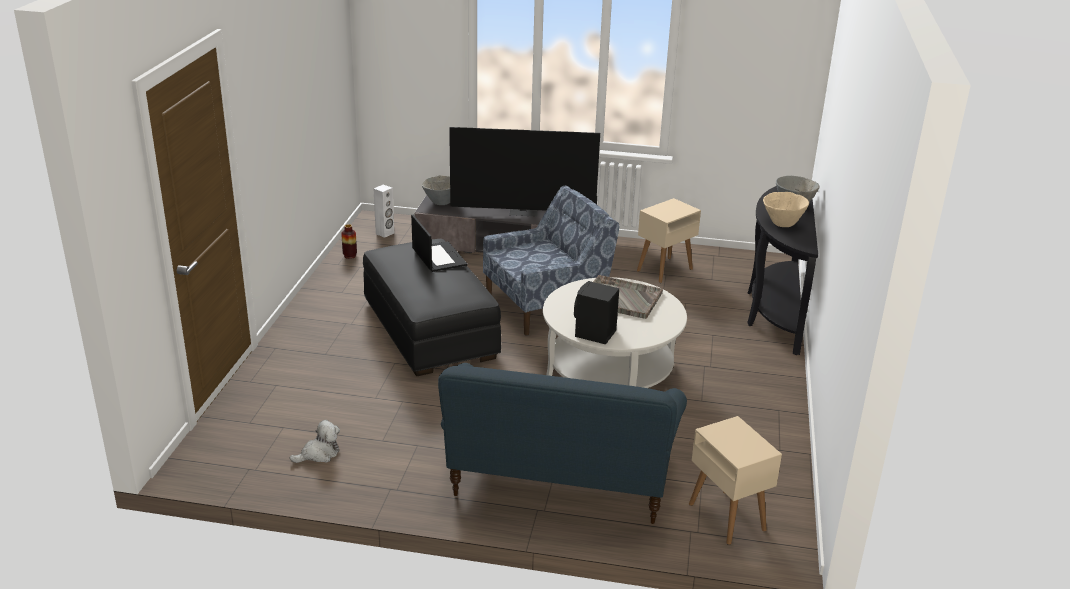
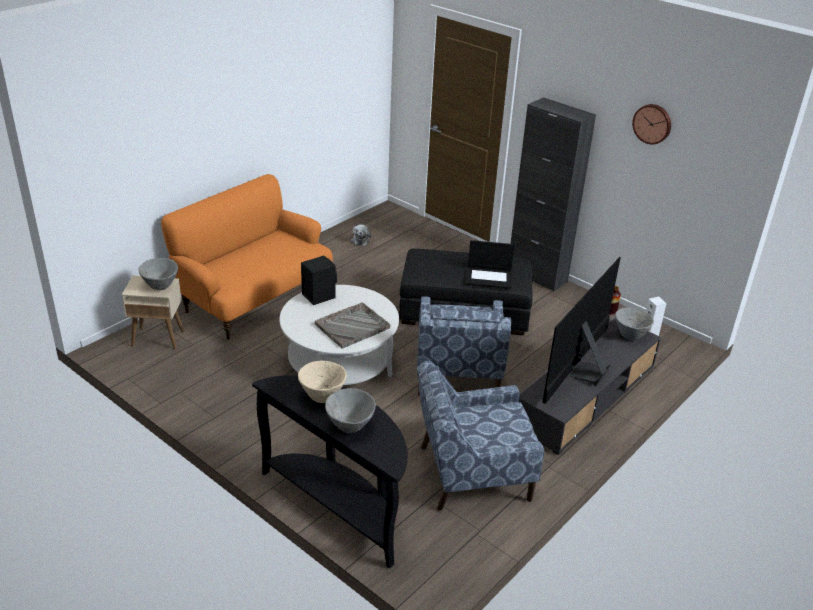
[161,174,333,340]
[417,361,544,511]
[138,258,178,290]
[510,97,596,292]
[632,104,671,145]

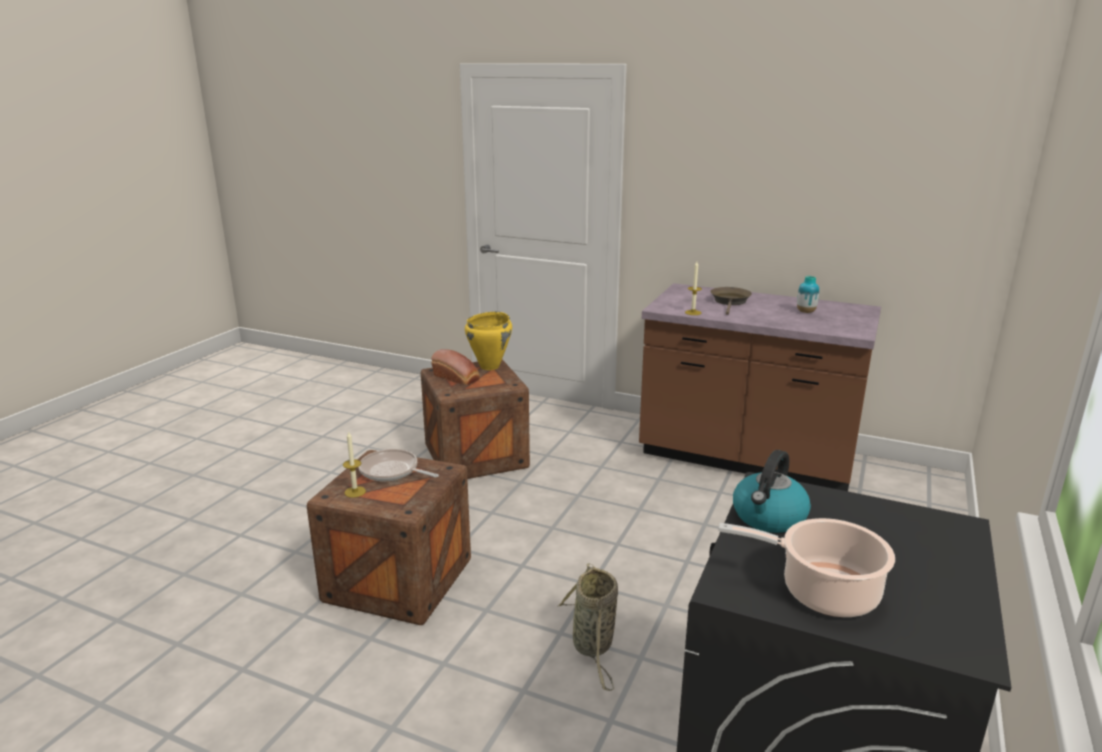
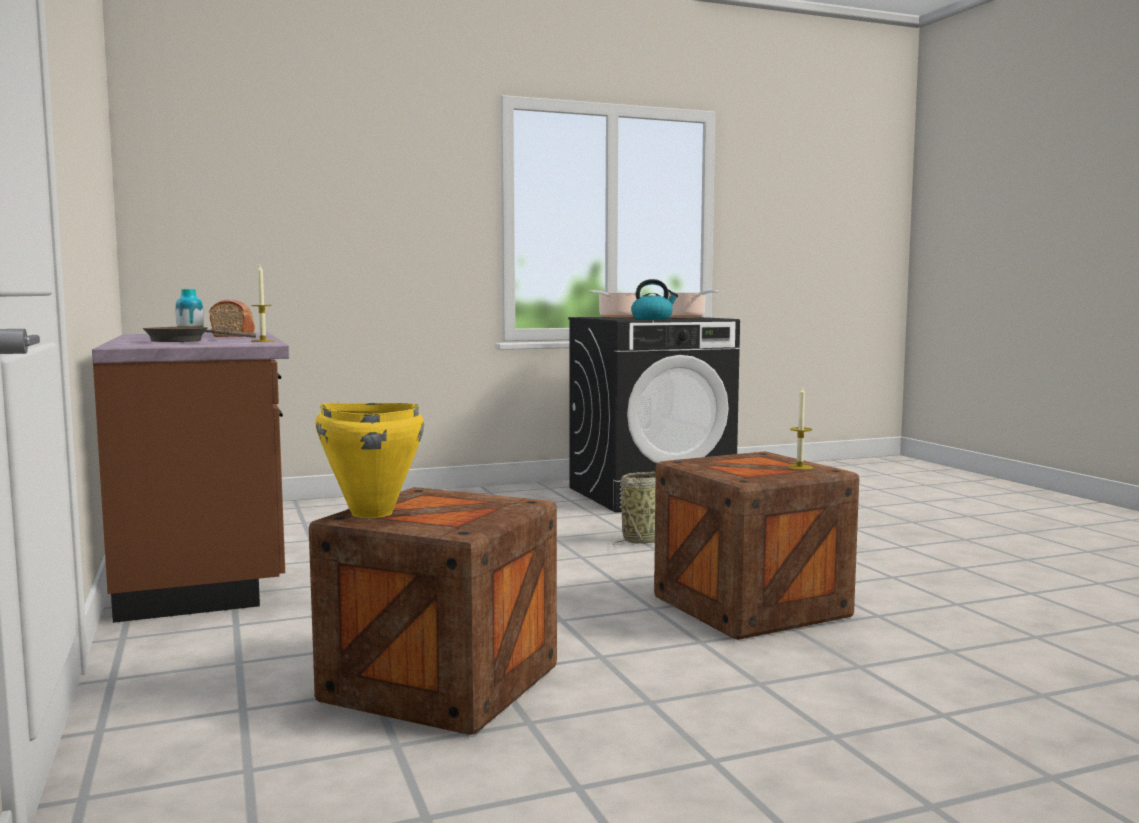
[358,449,439,481] (first image)
[209,300,255,337]
[589,290,636,317]

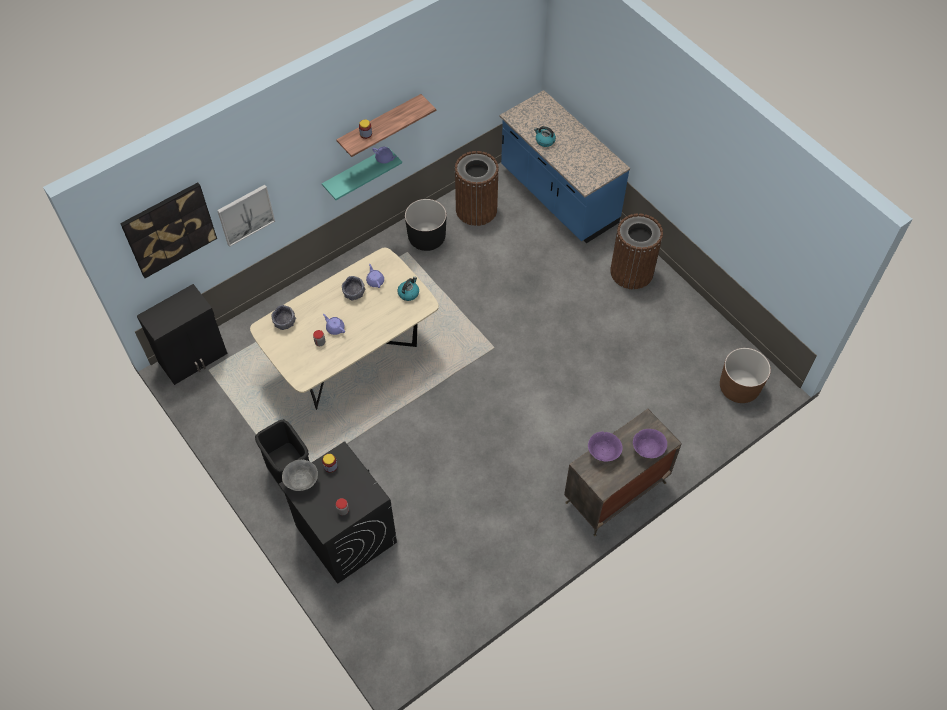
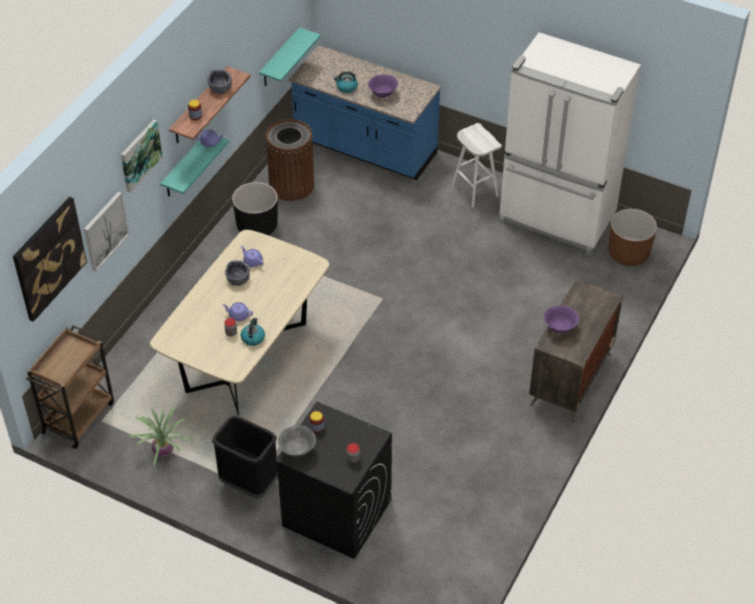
[26,325,114,449]
[207,69,232,94]
[241,318,265,346]
[451,123,502,208]
[368,74,398,98]
[121,120,163,193]
[129,406,194,467]
[259,27,321,86]
[499,32,641,255]

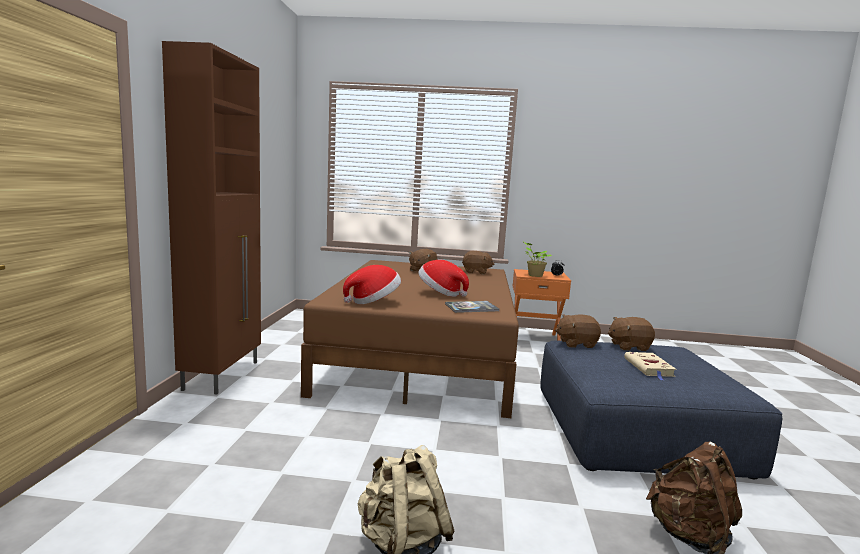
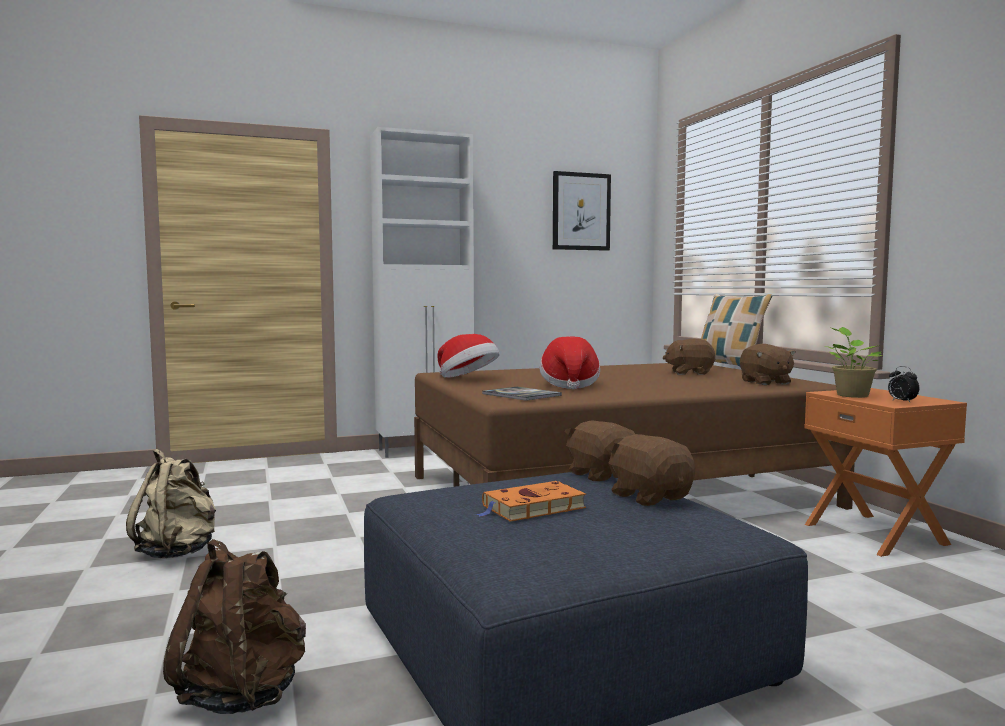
[370,127,474,458]
[476,481,586,522]
[553,171,611,251]
[701,294,772,367]

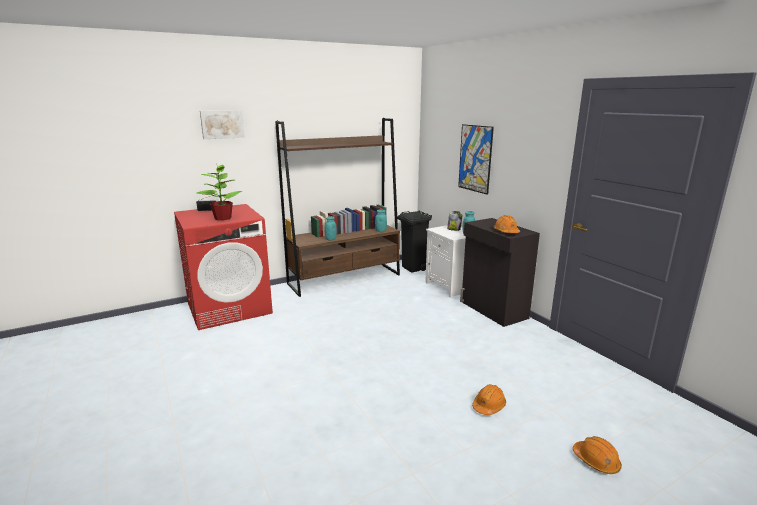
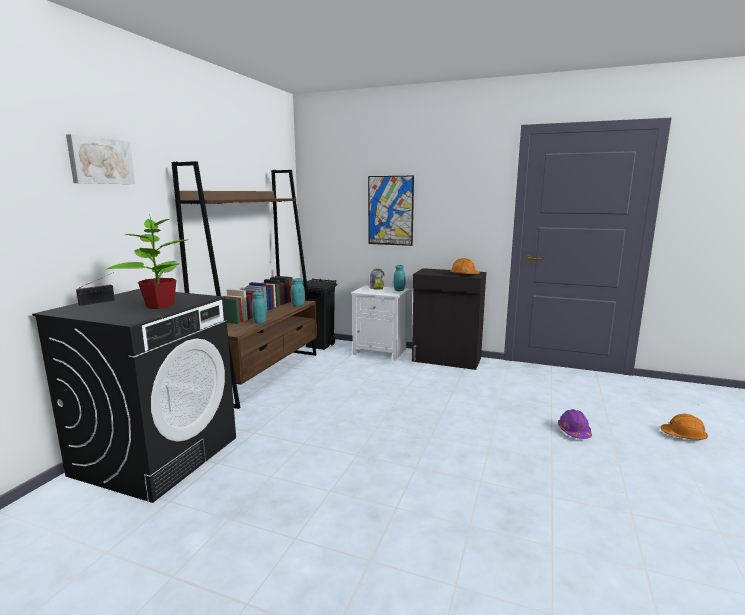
[32,289,236,503]
[558,409,592,439]

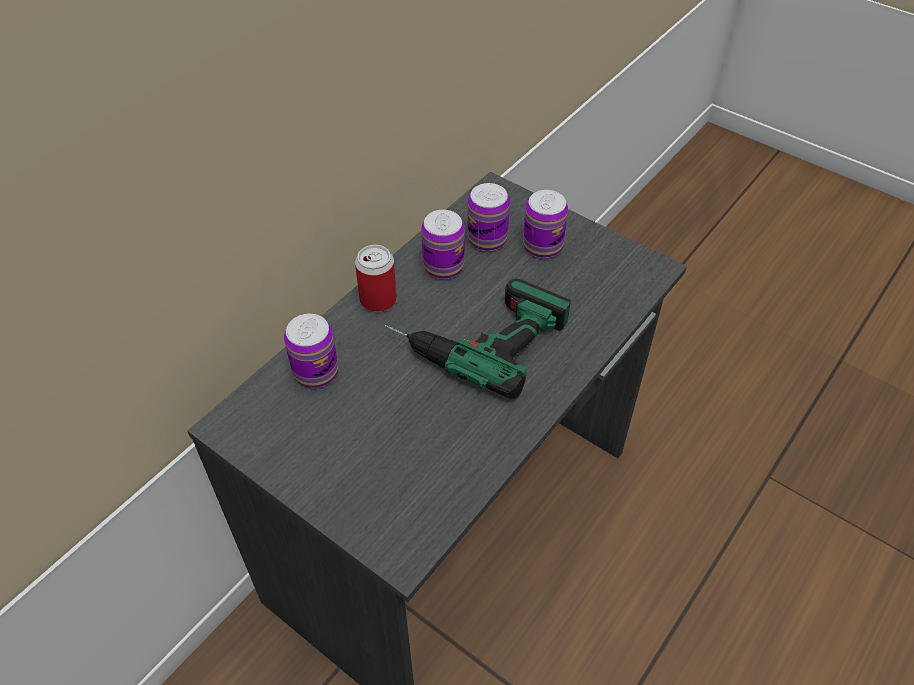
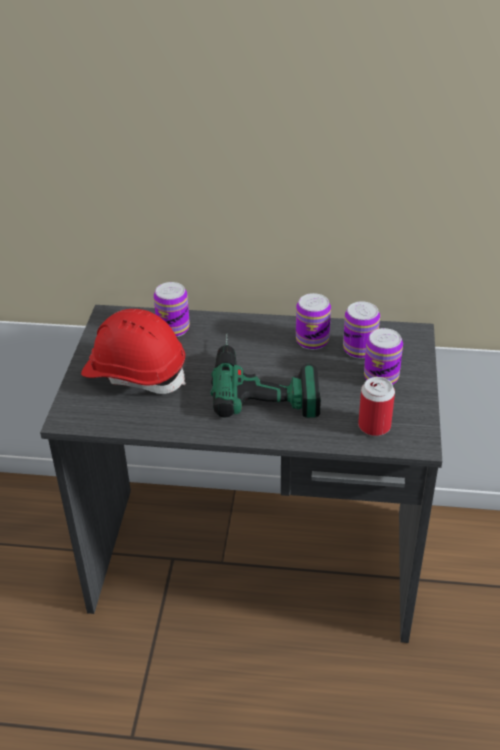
[358,377,395,436]
[81,309,186,394]

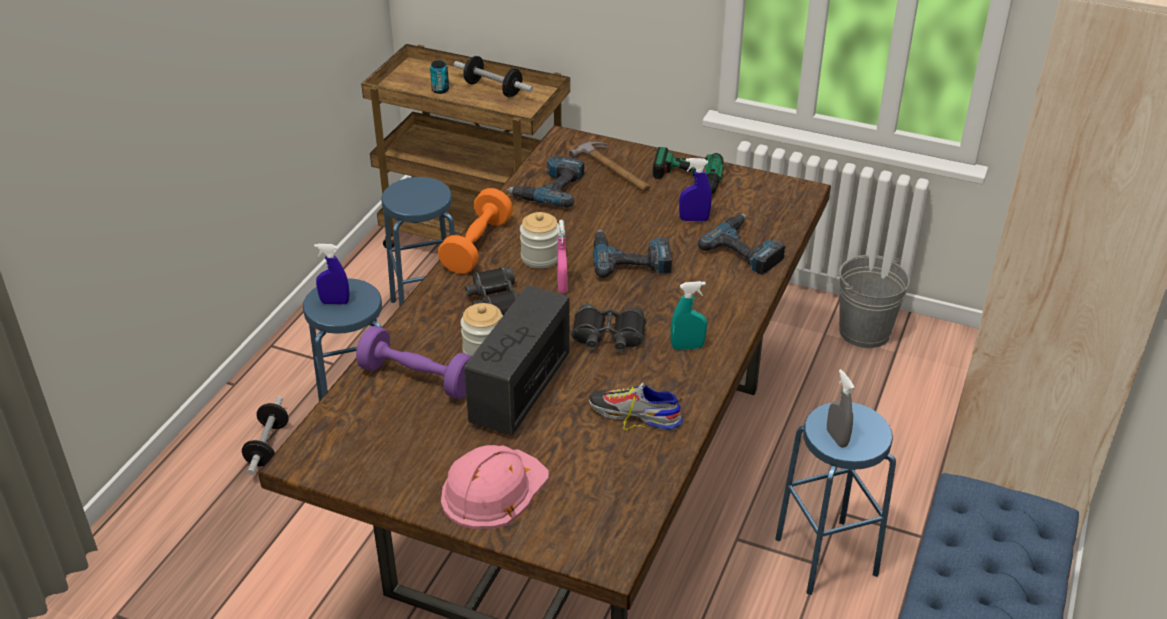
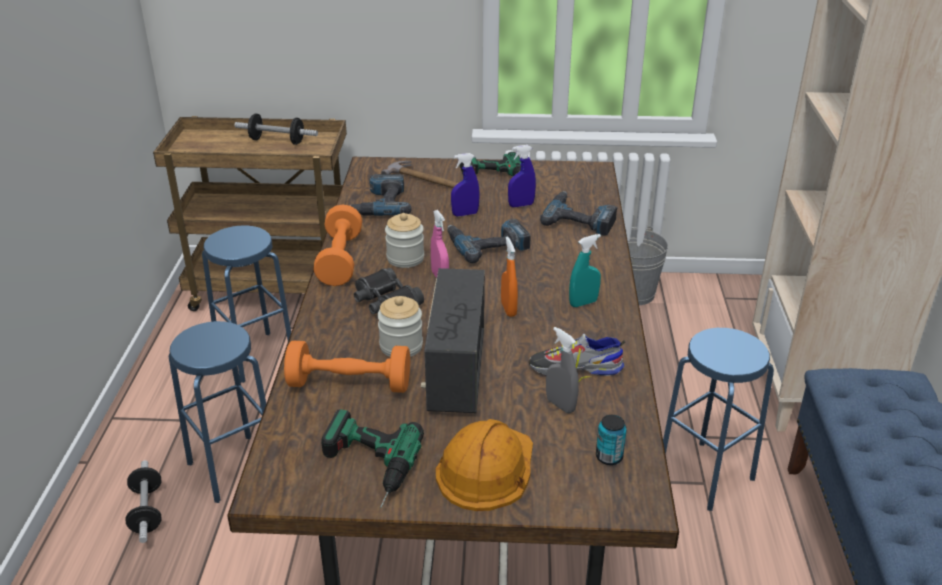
[451,153,480,216]
[284,341,410,393]
[596,415,627,465]
[436,419,533,511]
[501,236,518,317]
[546,327,579,414]
[321,409,424,508]

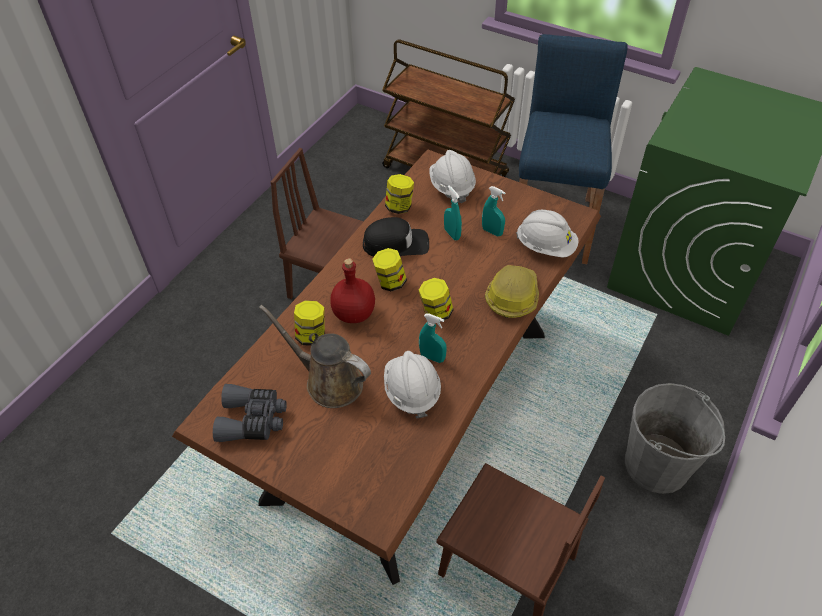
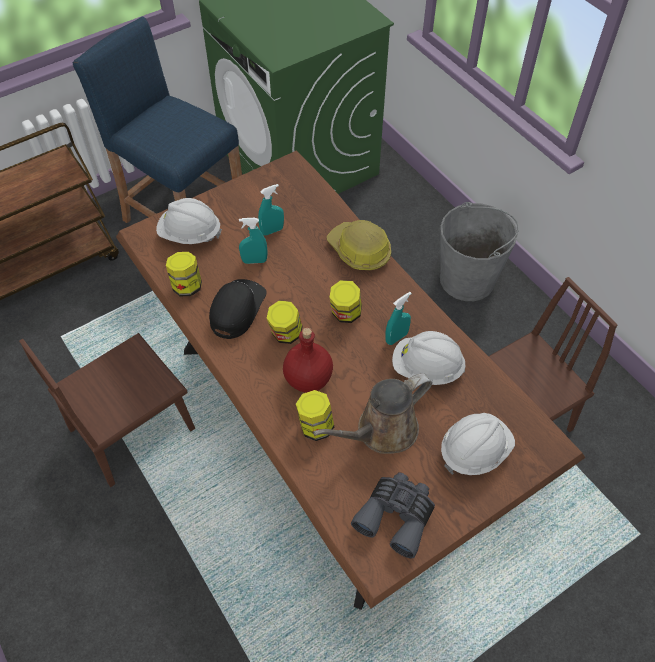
[441,413,515,475]

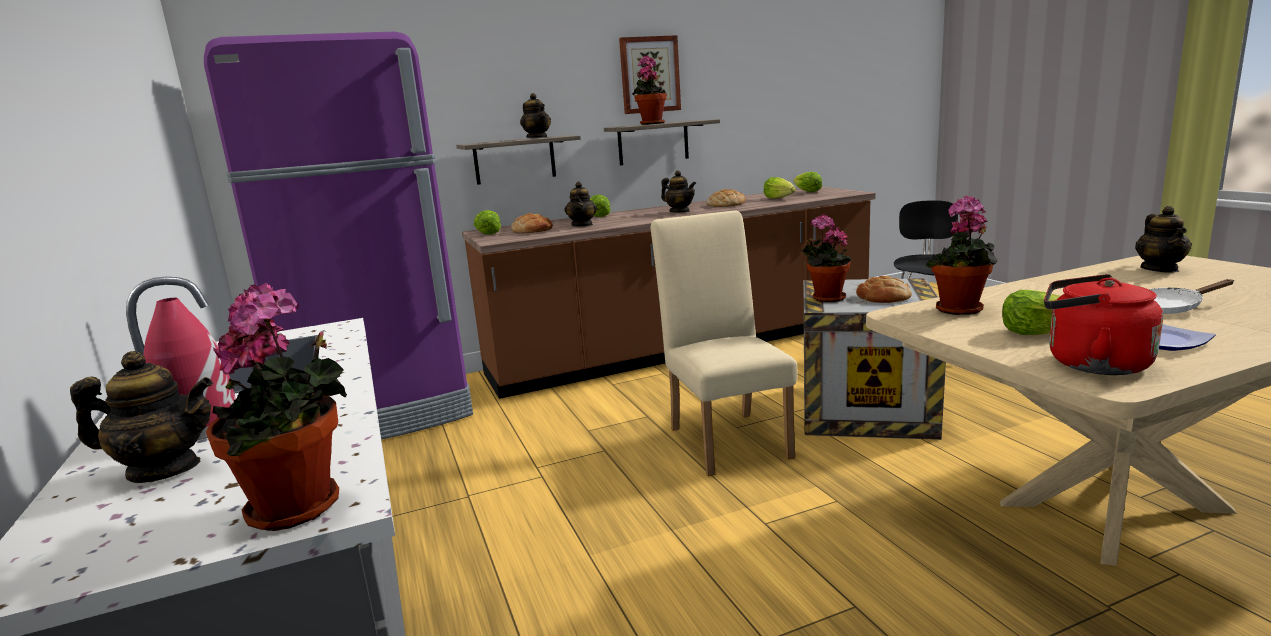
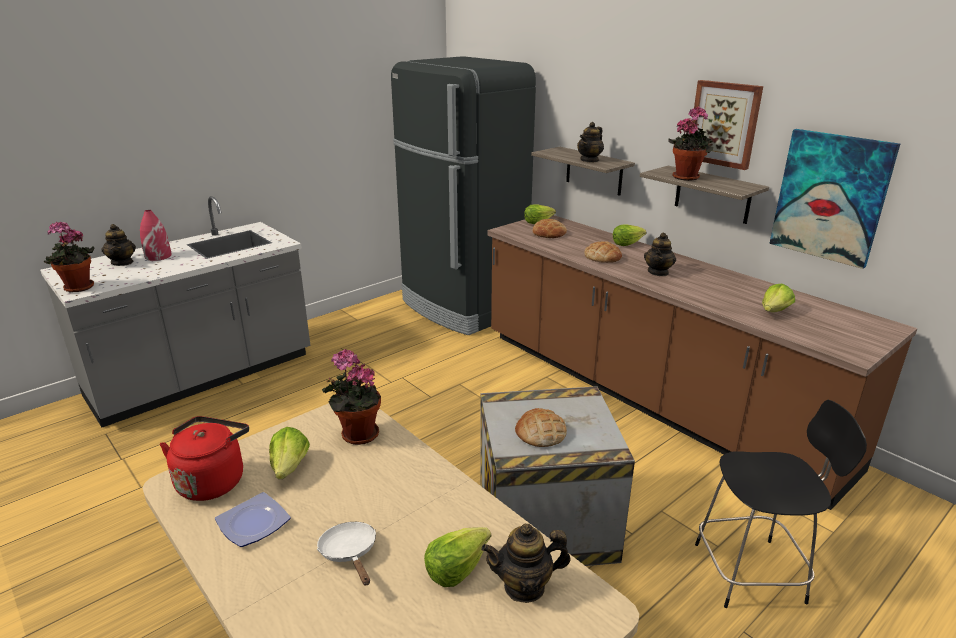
[391,56,536,335]
[564,182,597,227] (first image)
[650,210,797,476] (first image)
[584,241,622,263]
[424,527,491,587]
[801,214,851,302] (first image)
[769,129,900,269]

